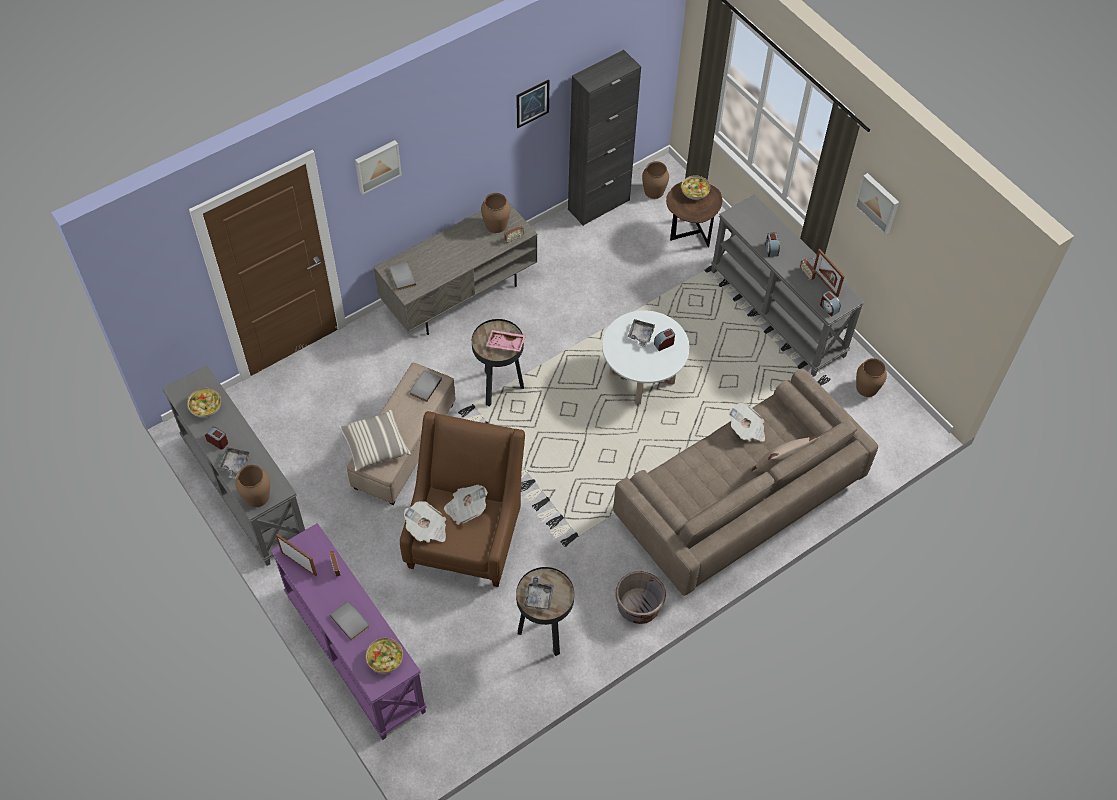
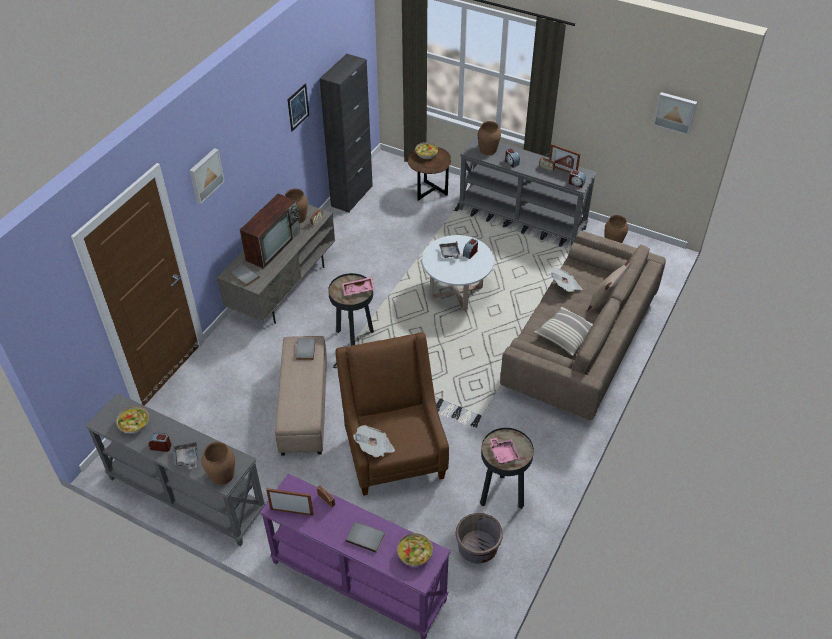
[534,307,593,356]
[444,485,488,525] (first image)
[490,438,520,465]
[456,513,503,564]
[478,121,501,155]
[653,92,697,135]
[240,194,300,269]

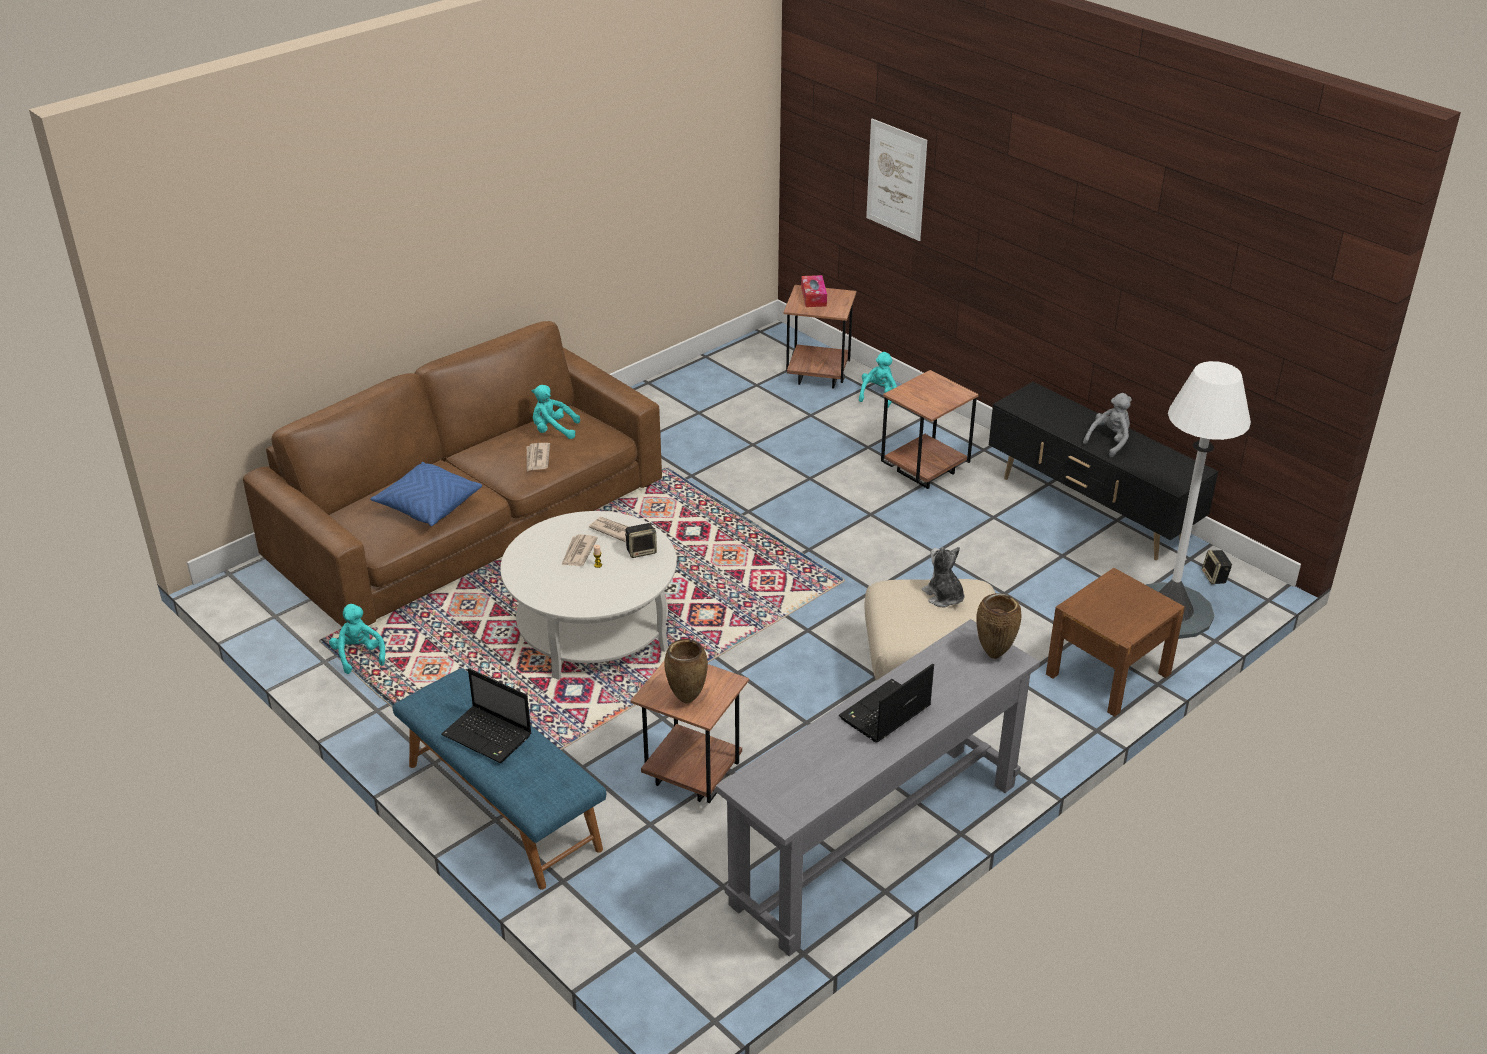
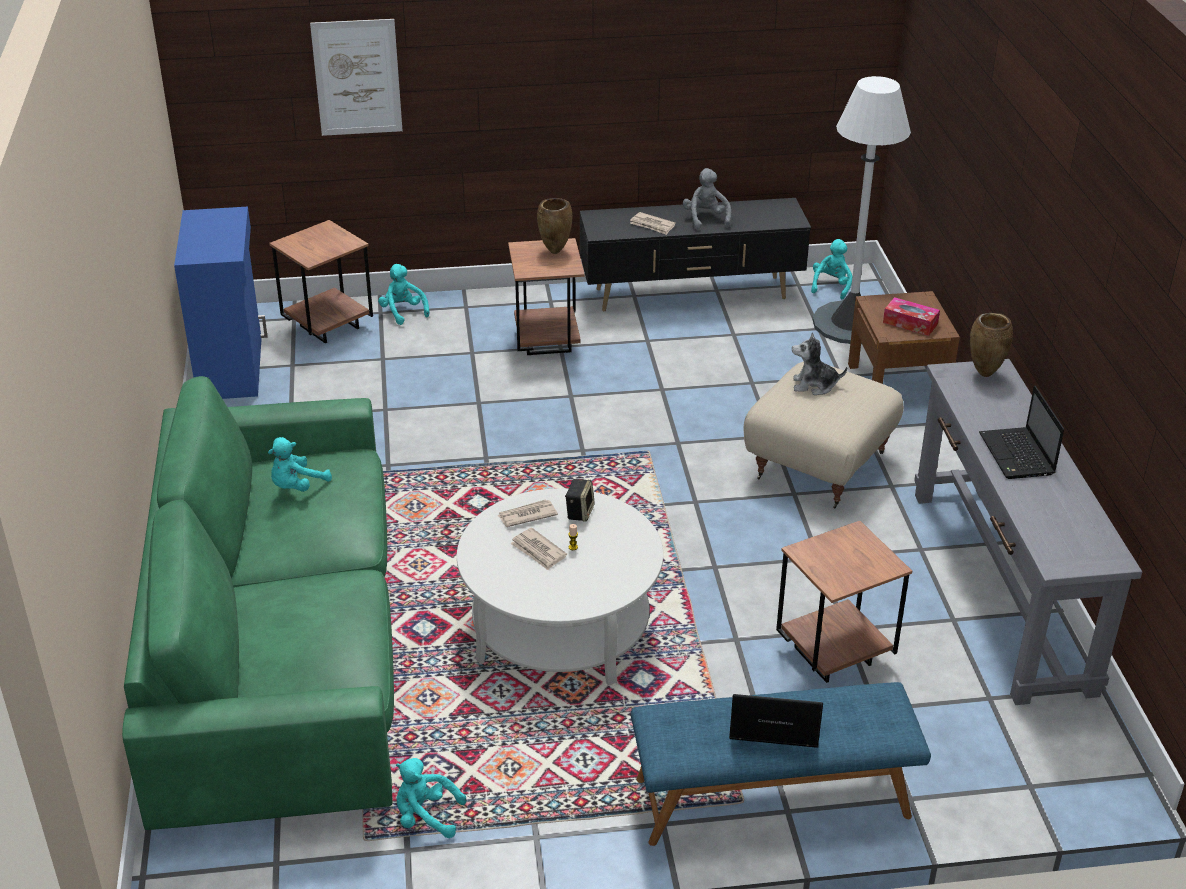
[122,376,394,830]
[370,462,482,526] (first image)
[729,694,823,748]
[630,212,676,235]
[537,198,573,254]
[883,297,940,336]
[811,239,853,300]
[174,207,268,399]

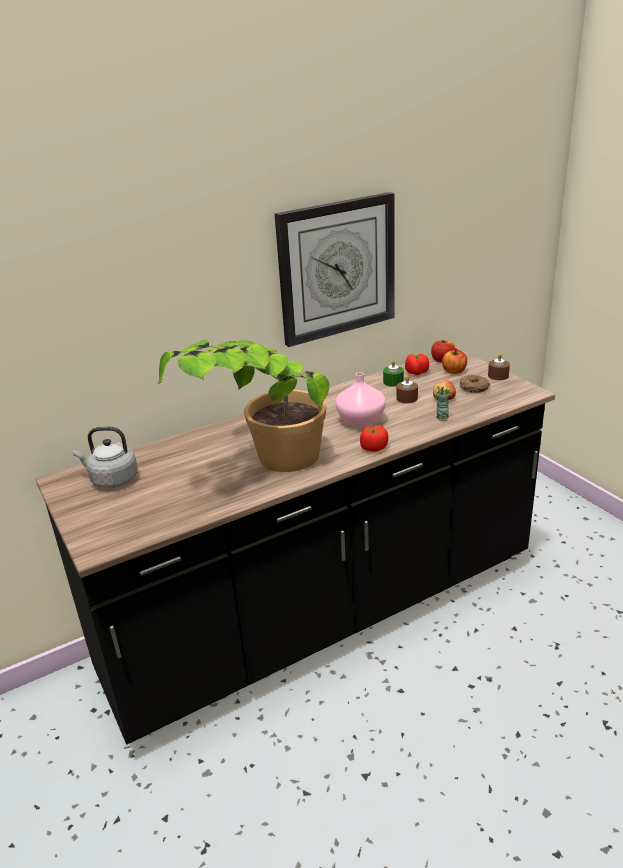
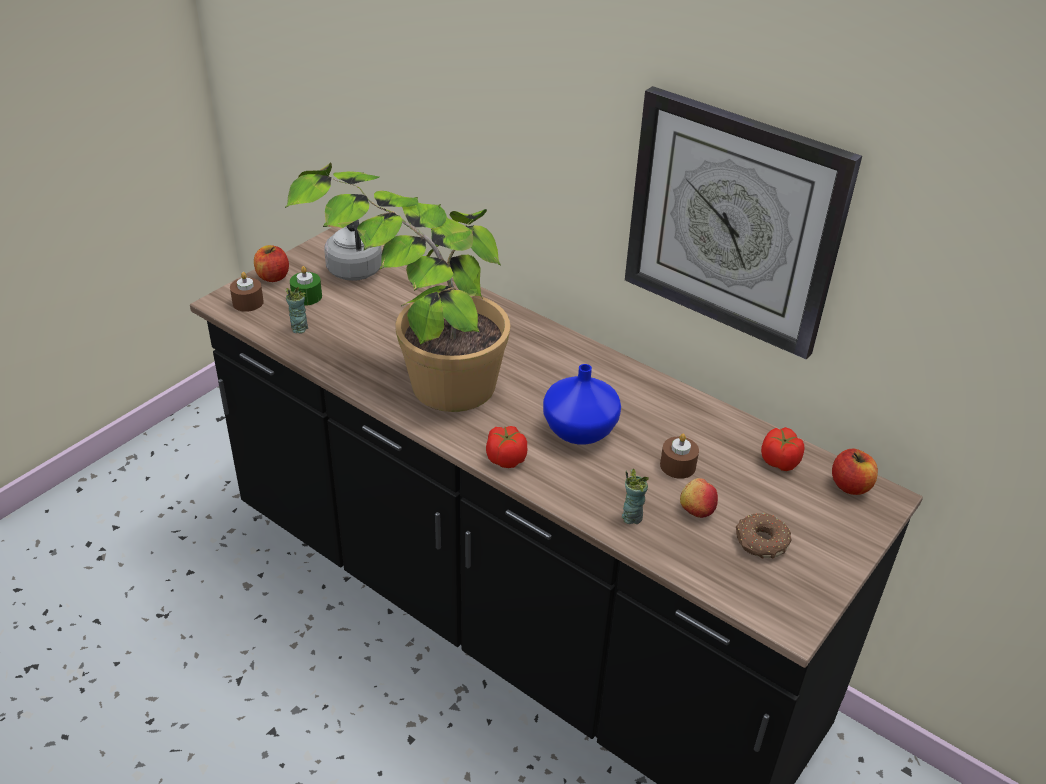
[543,364,621,445]
[290,266,322,306]
[254,245,289,282]
[230,272,264,312]
[285,287,308,334]

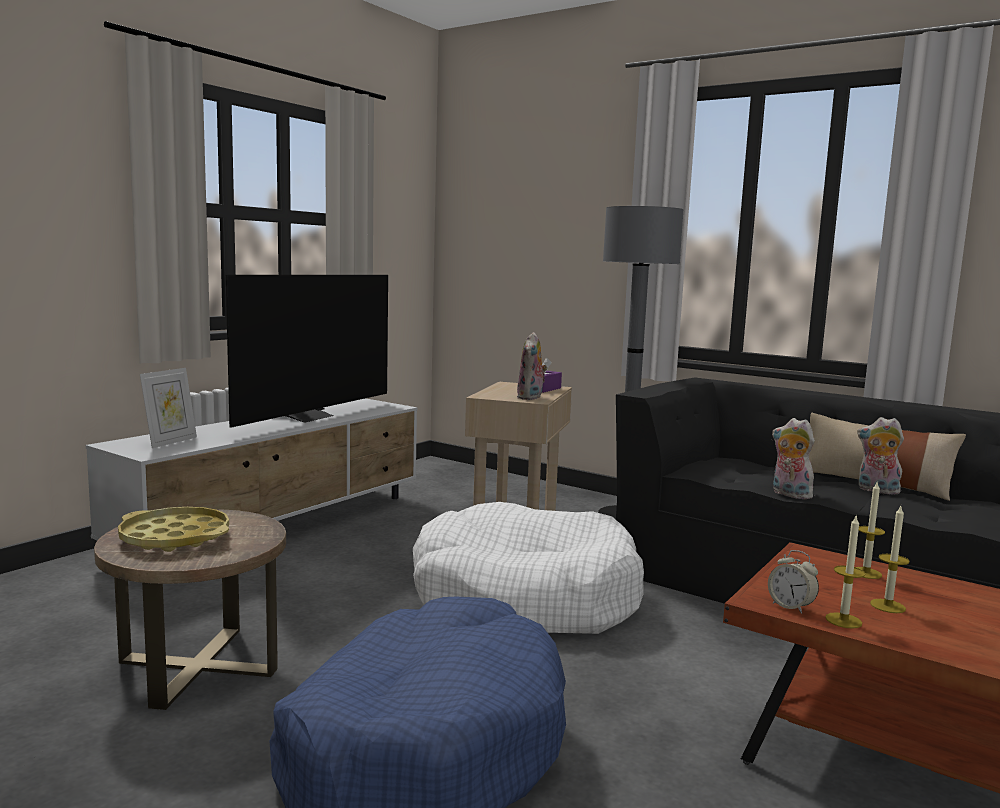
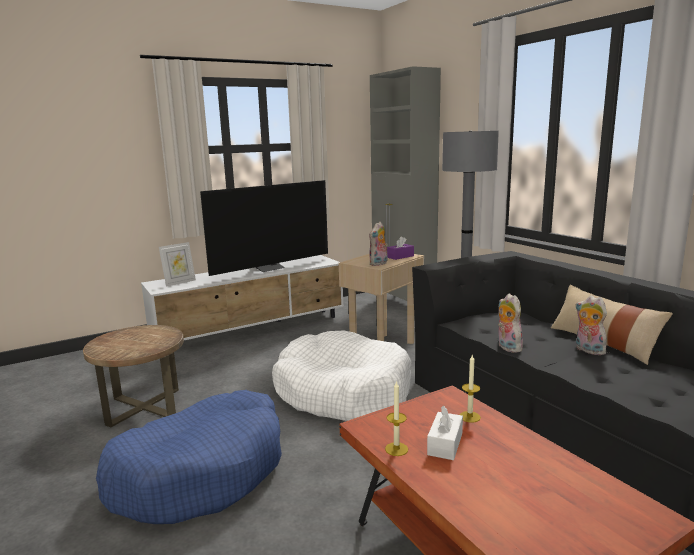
[118,507,229,552] (first image)
[768,550,819,614] (first image)
[427,406,463,460]
[370,66,441,301]

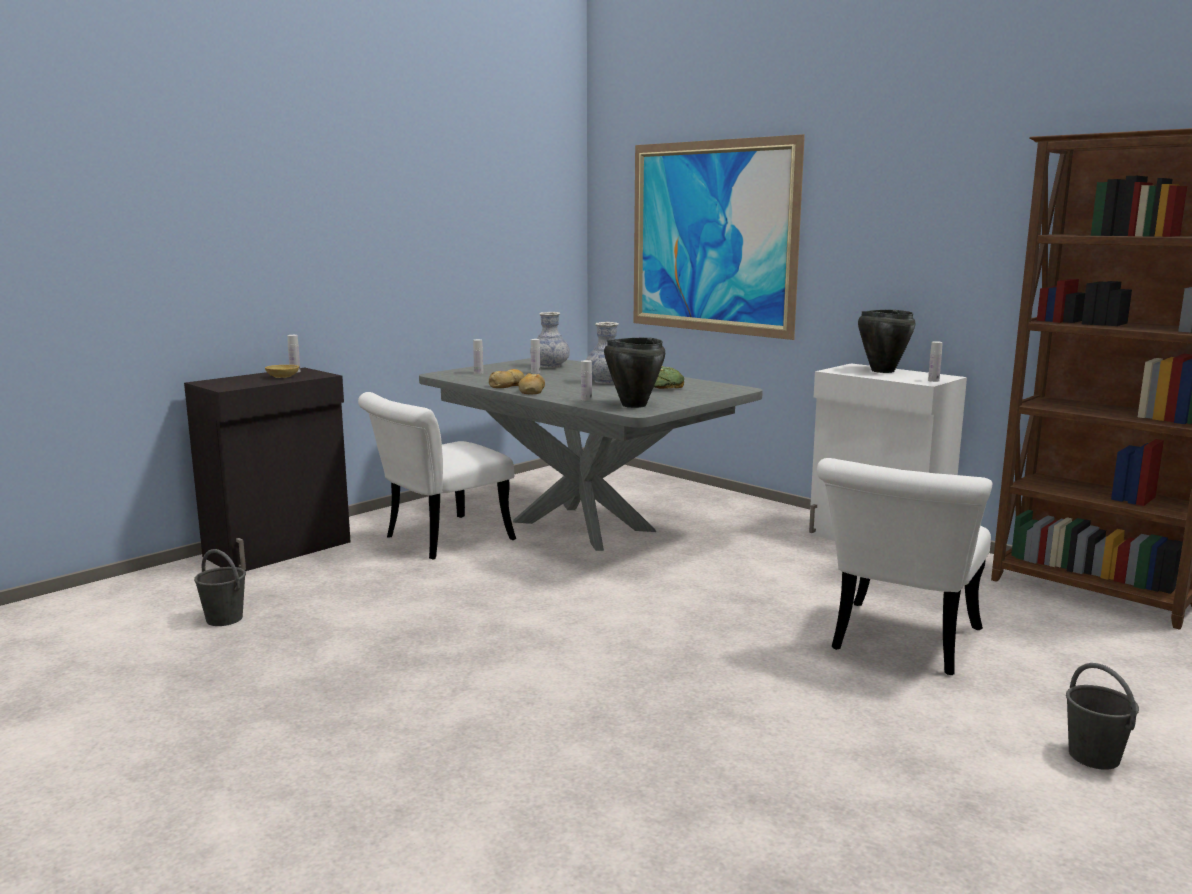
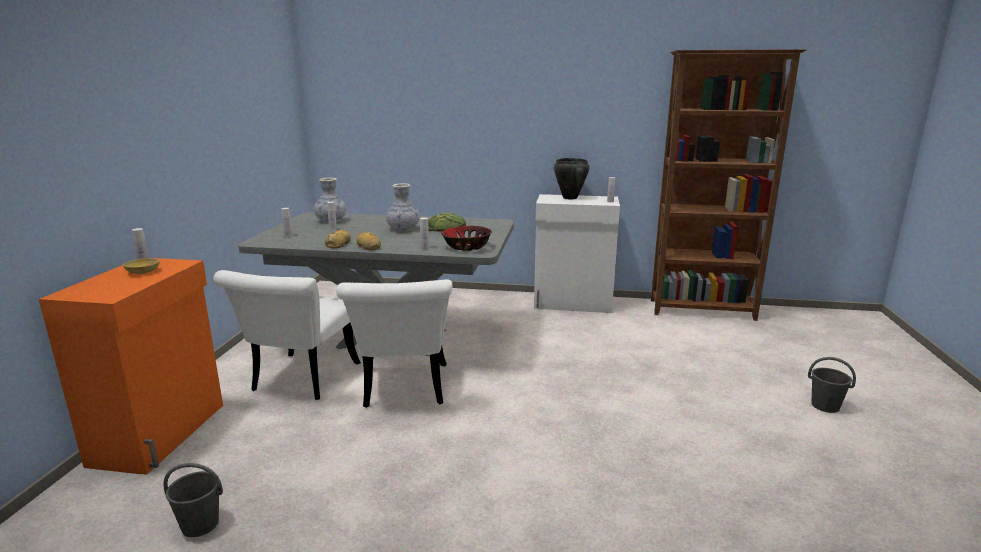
[39,258,223,475]
[441,226,492,251]
[634,134,805,340] (first image)
[336,280,452,408]

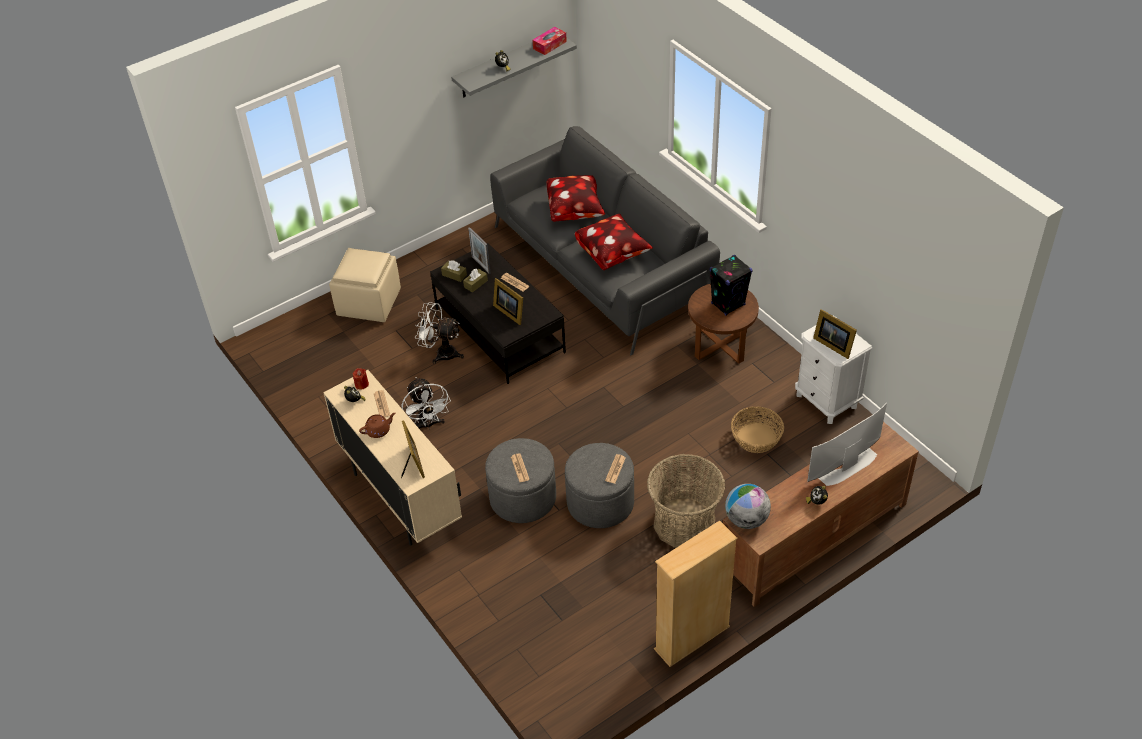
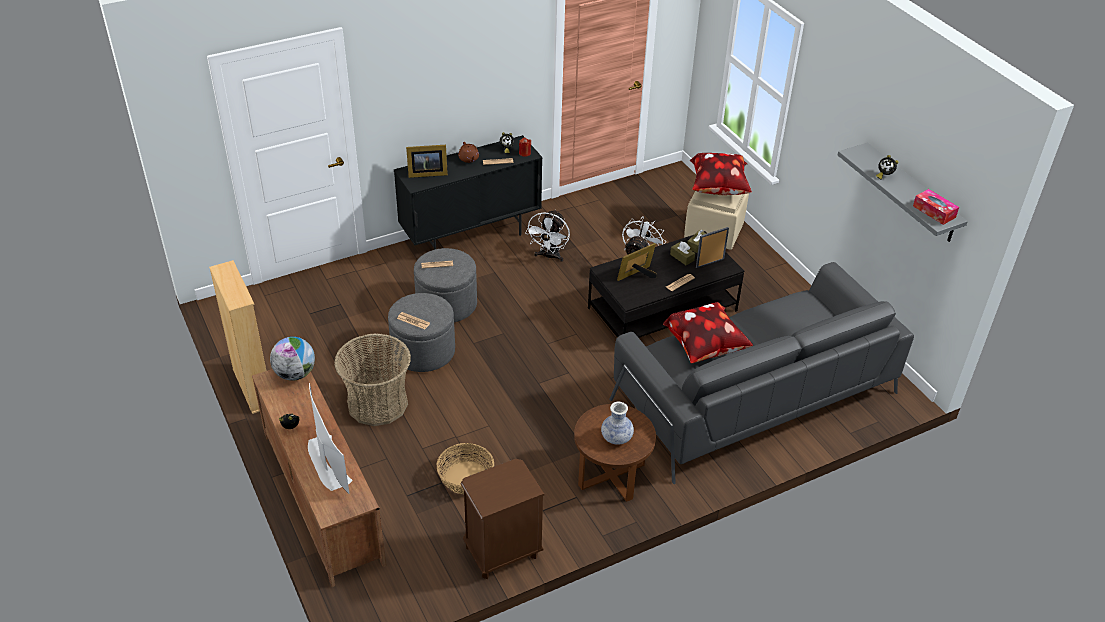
[394,135,542,250]
[526,209,570,262]
[690,153,752,195]
[601,401,634,445]
[461,459,545,579]
[813,309,857,359] (first image)

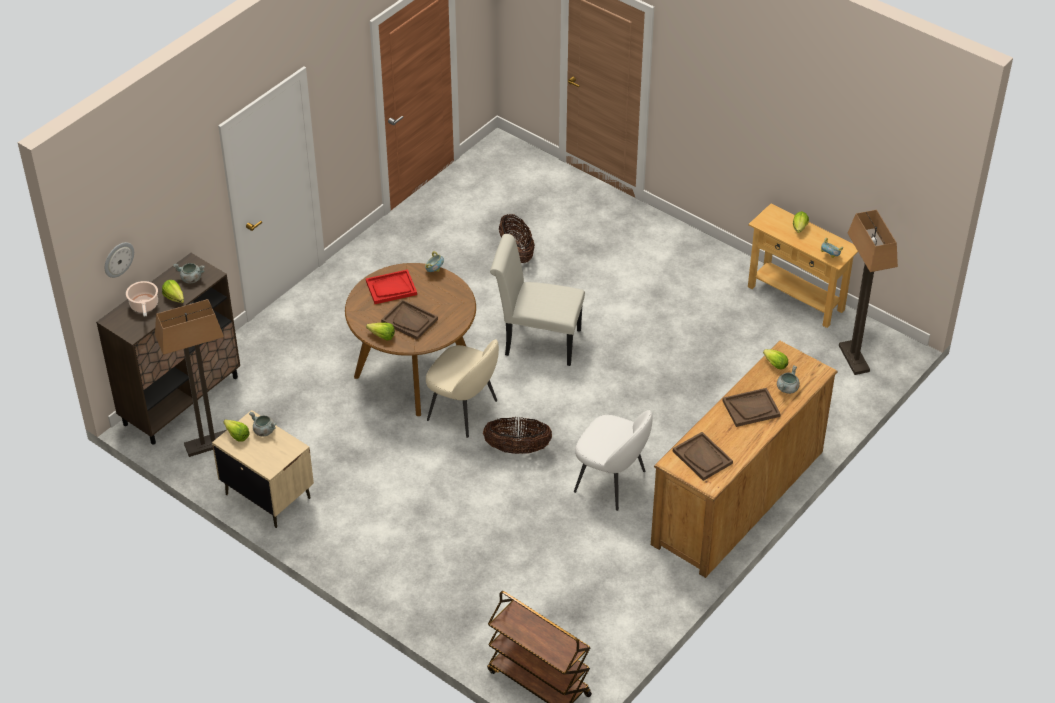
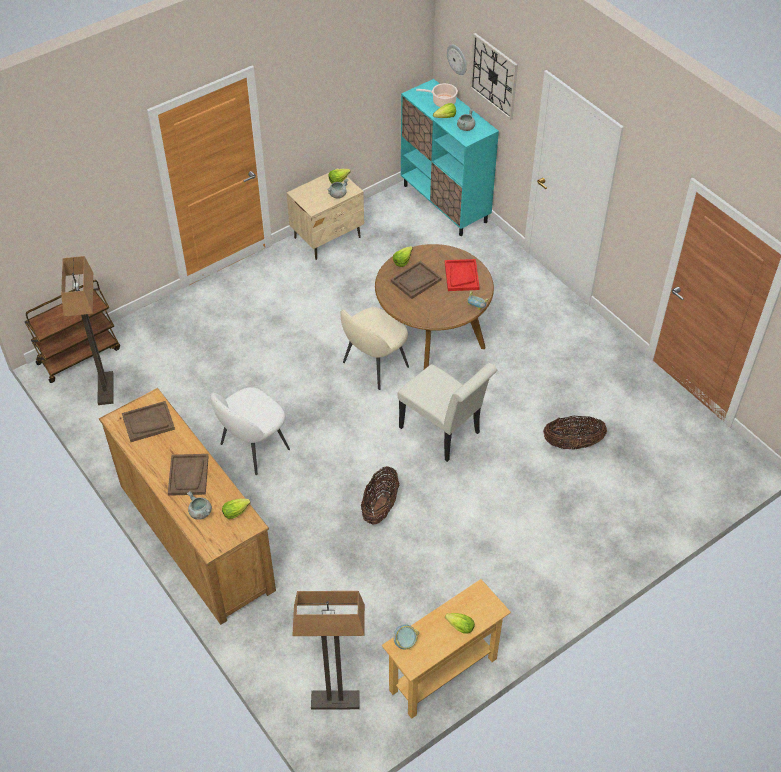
[401,79,499,236]
[61,256,113,405]
[361,466,400,525]
[398,363,497,462]
[470,33,518,120]

